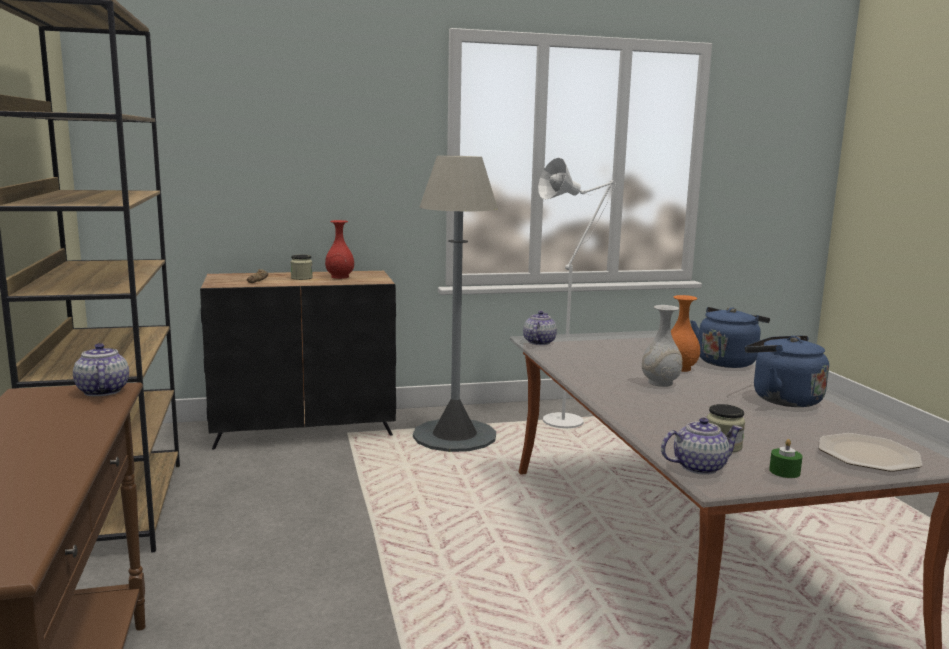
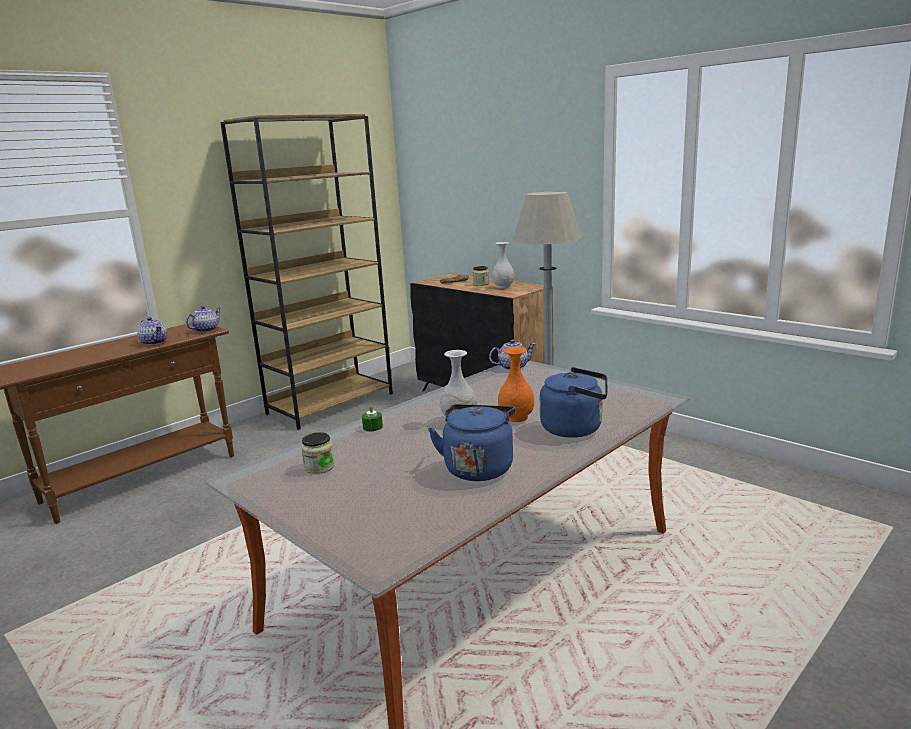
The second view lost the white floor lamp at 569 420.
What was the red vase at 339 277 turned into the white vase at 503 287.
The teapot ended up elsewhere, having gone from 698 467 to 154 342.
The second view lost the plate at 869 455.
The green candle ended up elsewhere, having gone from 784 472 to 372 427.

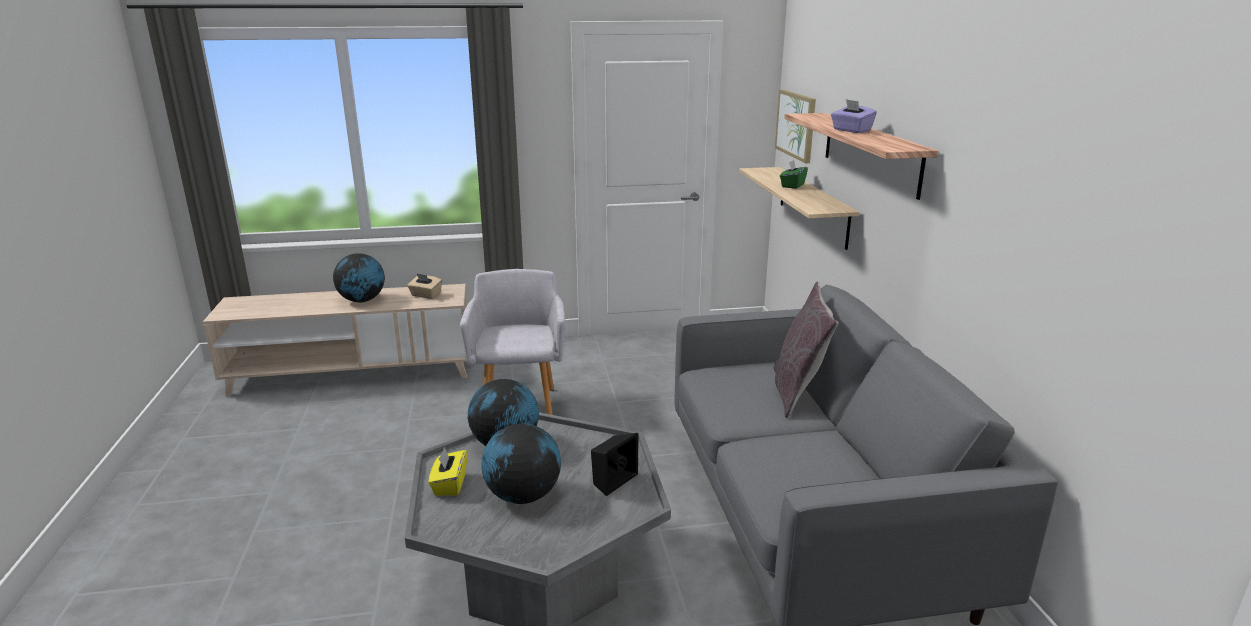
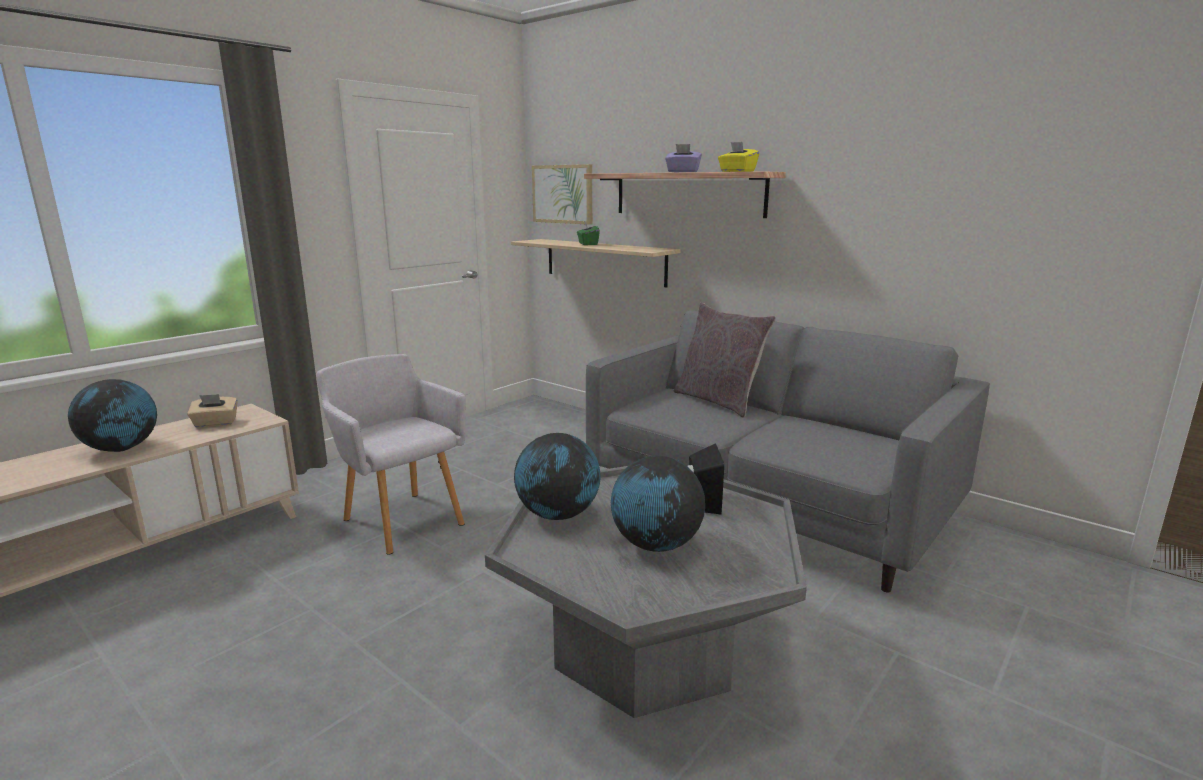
The yellow tissue box ended up elsewhere, having gone from 449 484 to 737 171.

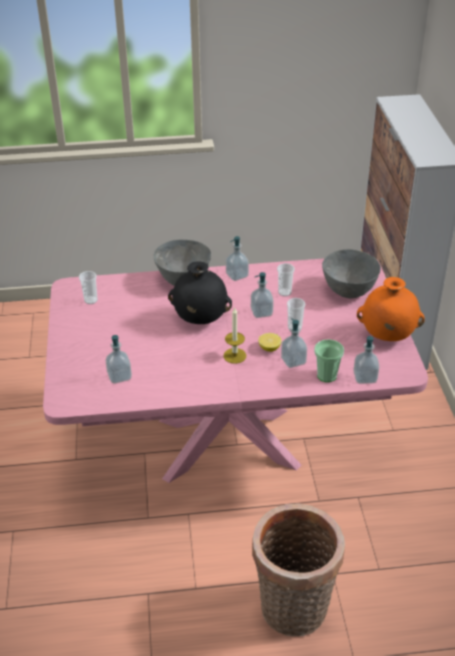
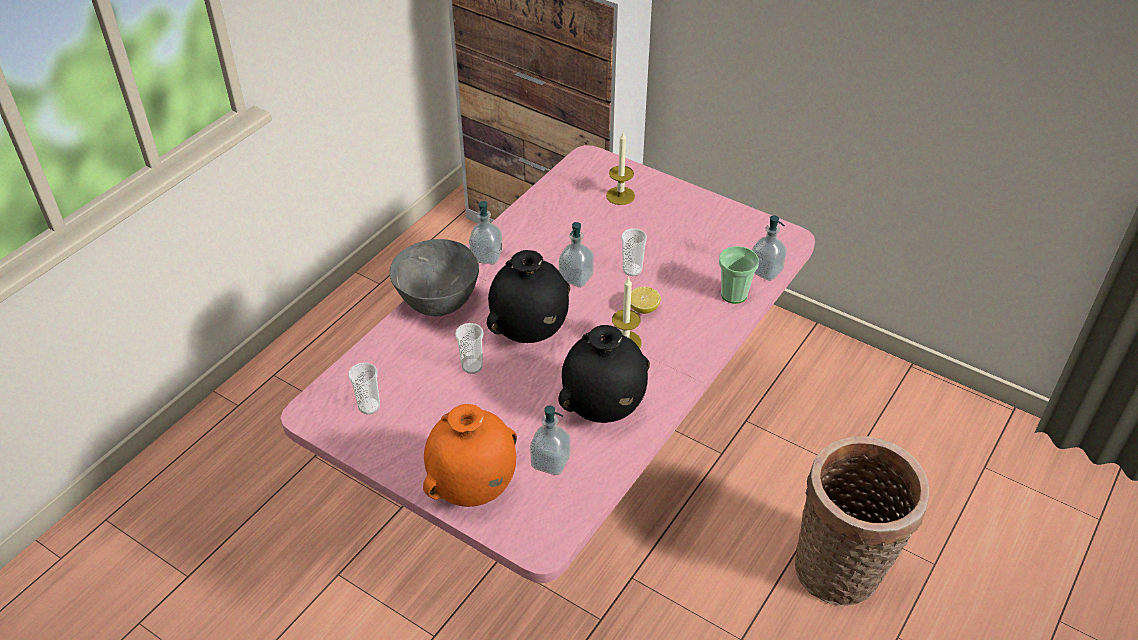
Where the grey bowl stood at 349 291, the candle came to stand at 620 196.
The cup ended up elsewhere, having gone from 284 292 to 472 366.
The orange vase ended up elsewhere, having gone from 387 336 to 472 489.
The second view lost the soap dispenser at 293 361.
The second view gained the black vase at 603 409.

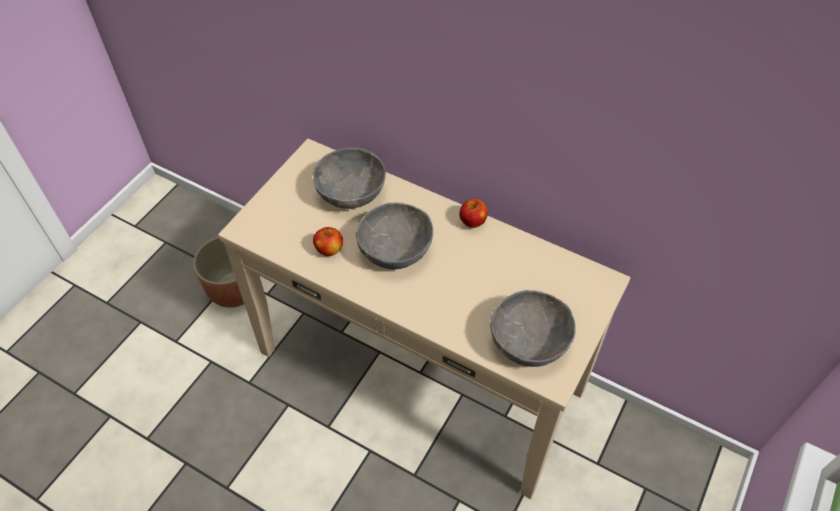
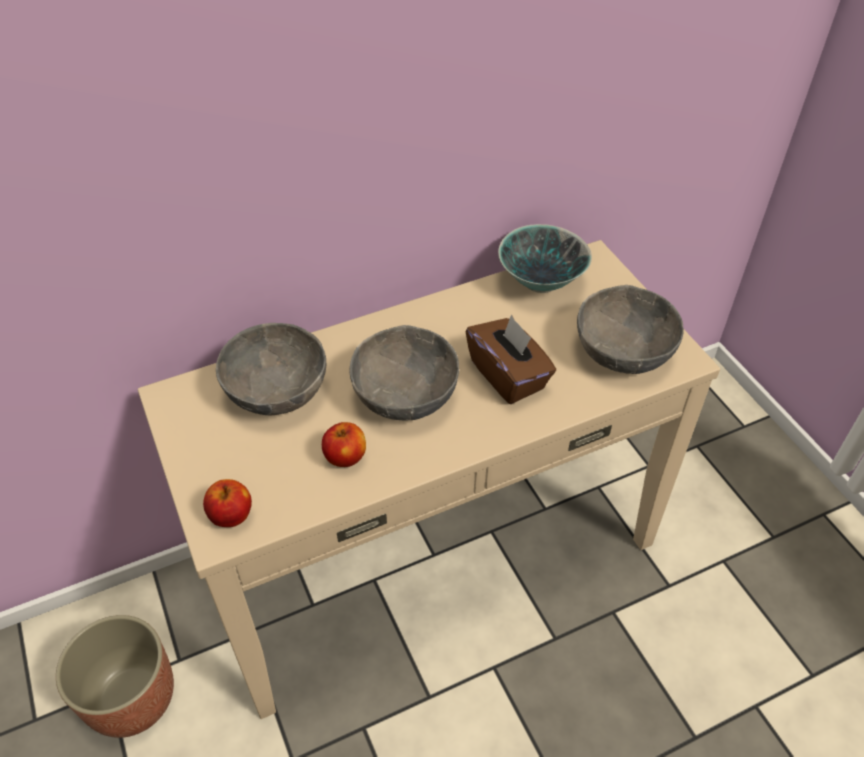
The apple ended up elsewhere, having gone from 472 222 to 231 516.
The second view gained the bowl at 540 283.
The second view gained the brown tissue box at 508 375.

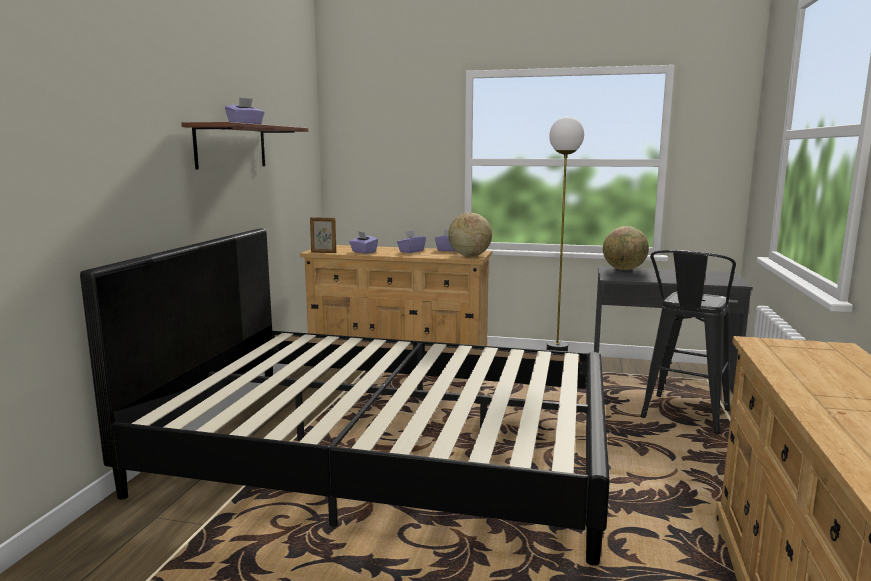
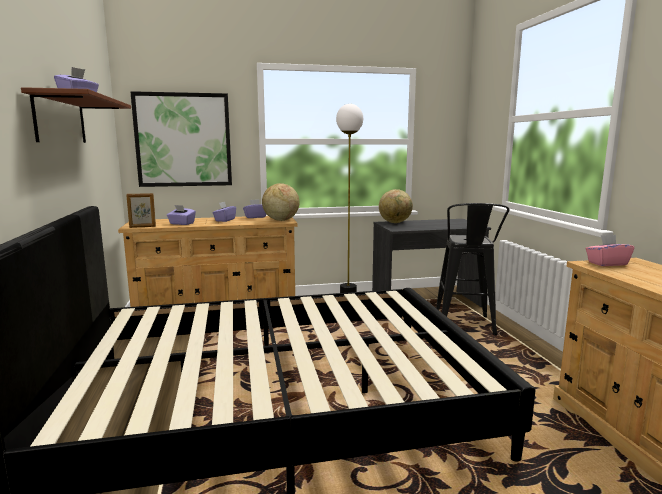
The second view gained the picture at 183 140.
The second view gained the pink tissue box at 607 263.

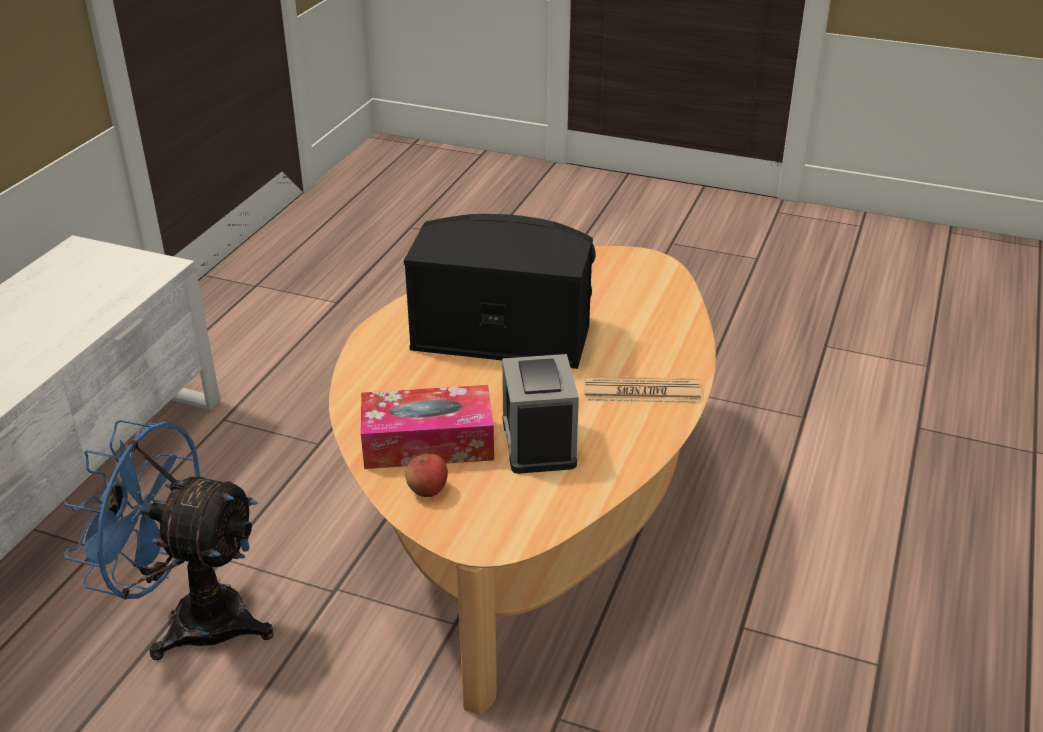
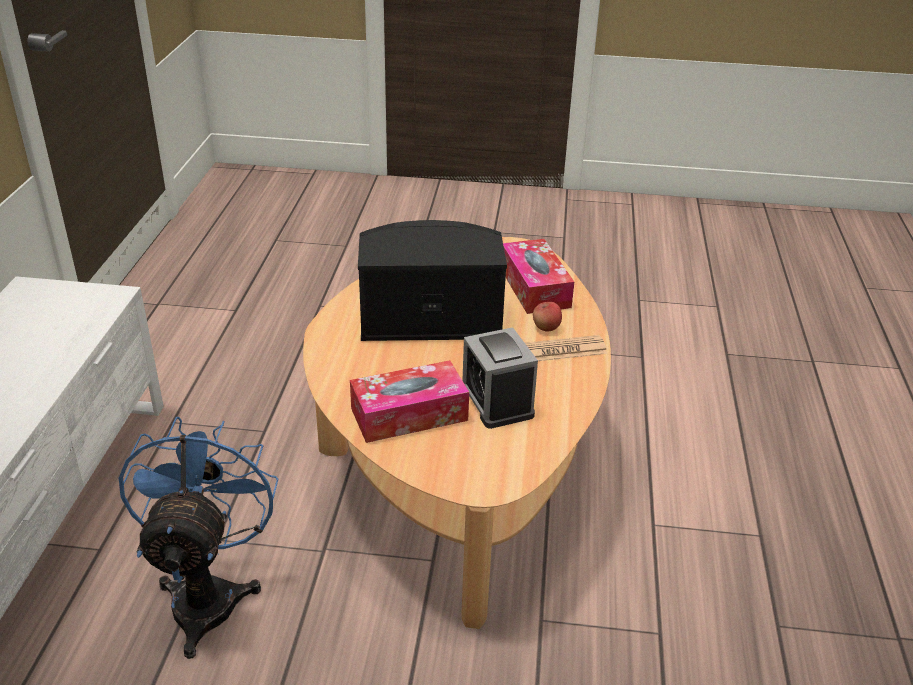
The blue fan at 192 618 ended up facing another way, 90 degrees clockwise from before.
The apple ended up elsewhere, having gone from 427 490 to 546 328.
The second view gained the tissue box at 534 287.

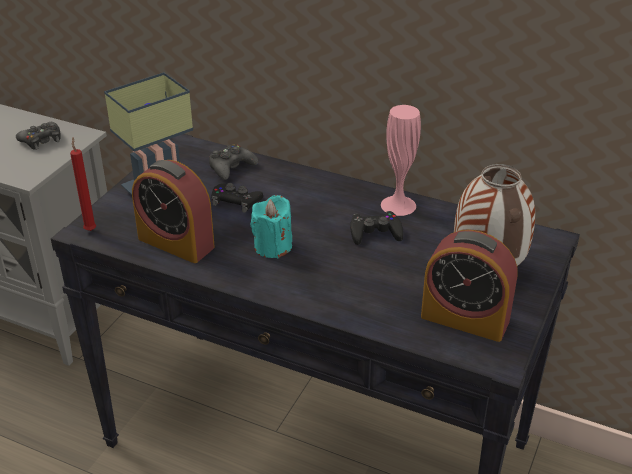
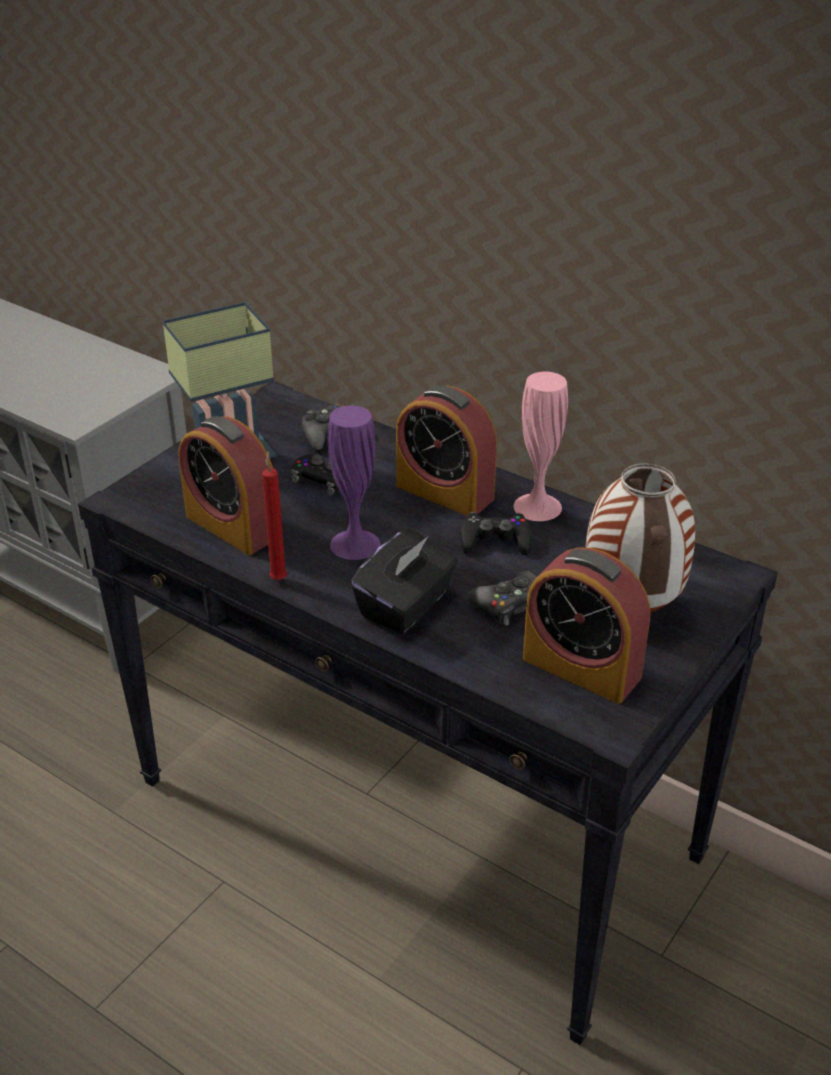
The black game controller ended up elsewhere, having gone from 41 140 to 510 605.
The red candle ended up elsewhere, having gone from 90 229 to 278 578.
Where the turquoise candle stood at 273 246, the purple vase came to stand at 355 544.
The second view gained the alarm clock at 445 492.
The second view gained the black tissue box at 406 605.

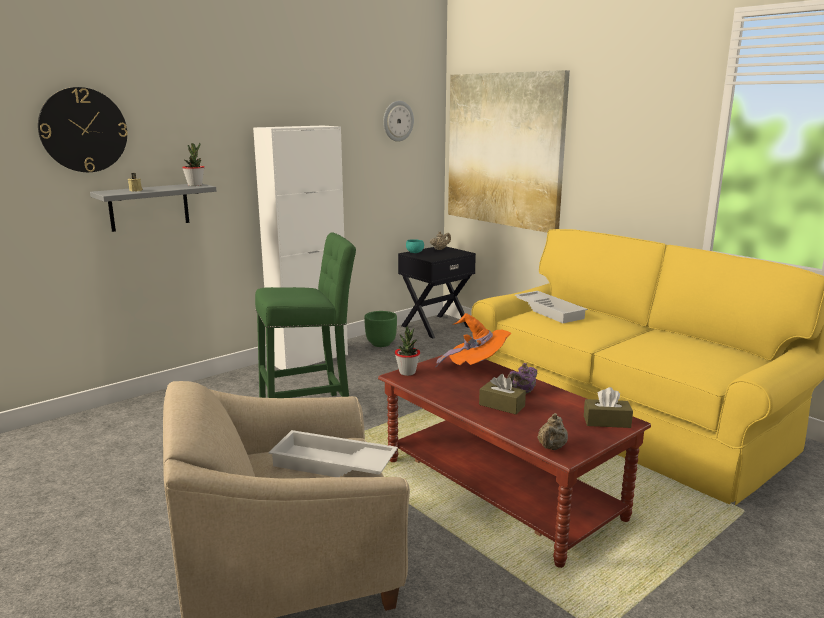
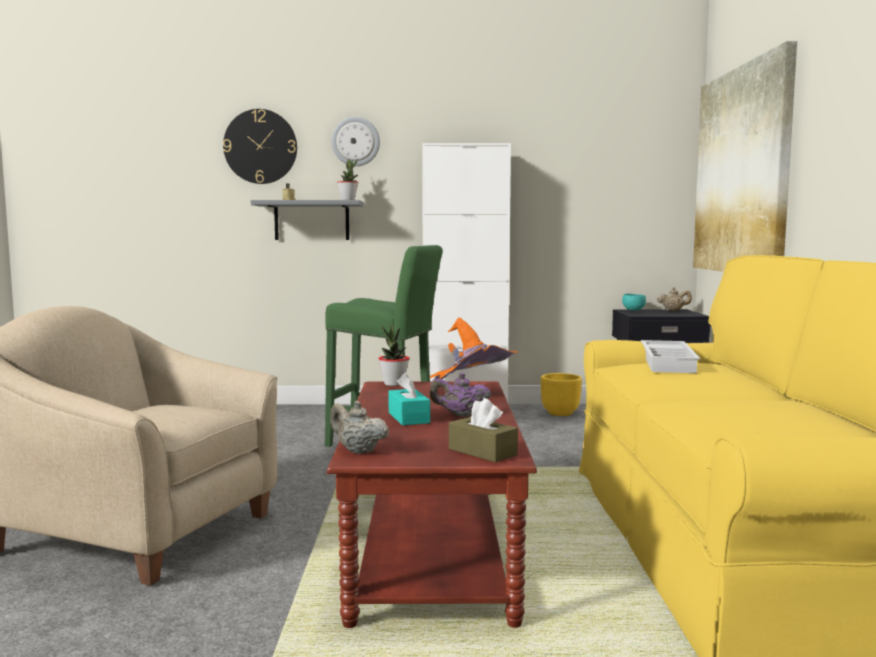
The wall clock ended up elsewhere, having gone from 397 121 to 355 141.
What was the green planter at 381 344 turned into the yellow planter at 560 413.
What was the brown tissue box at 501 405 turned into the turquoise tissue box at 408 418.
The beige teapot at 551 448 ended up facing another way, 60 degrees clockwise from before.
The second view lost the white tray at 332 464.

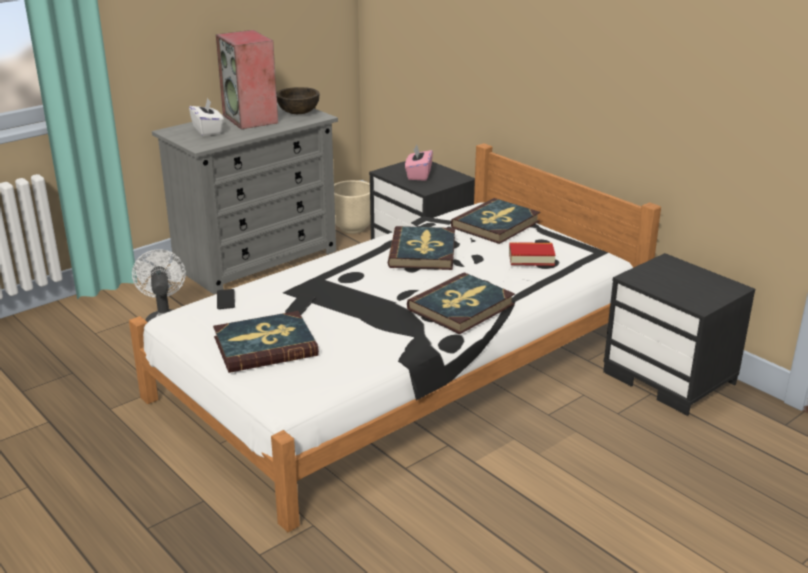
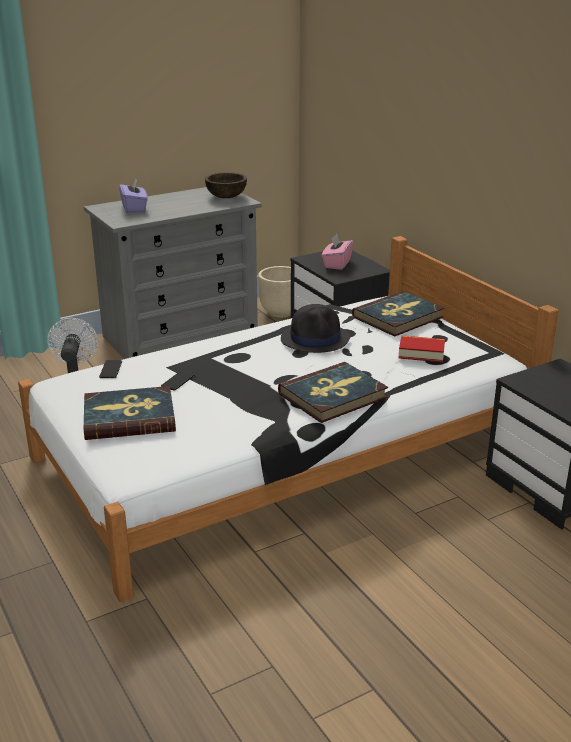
The second view lost the speaker at 251 119.
What was the white tissue box at 208 130 turned into the purple tissue box at 134 208.
Where the book stood at 423 252, the black hat came to stand at 316 339.

